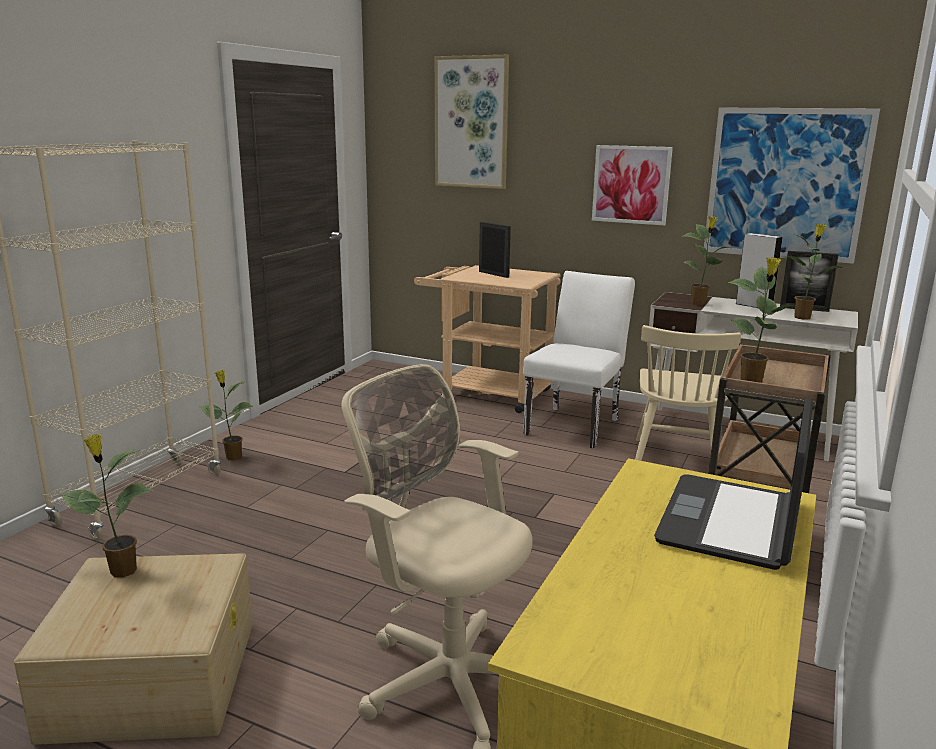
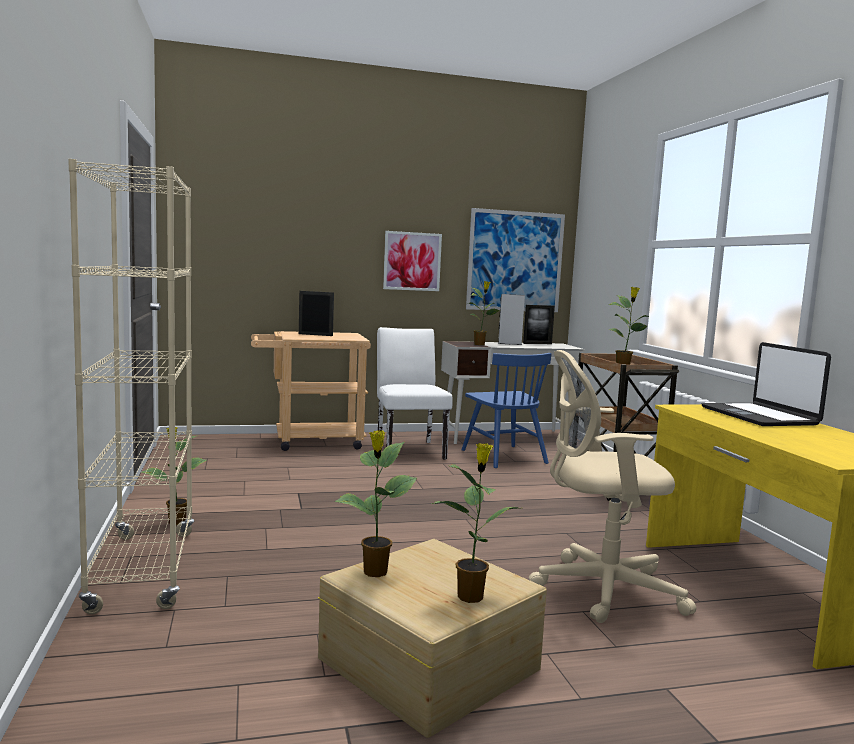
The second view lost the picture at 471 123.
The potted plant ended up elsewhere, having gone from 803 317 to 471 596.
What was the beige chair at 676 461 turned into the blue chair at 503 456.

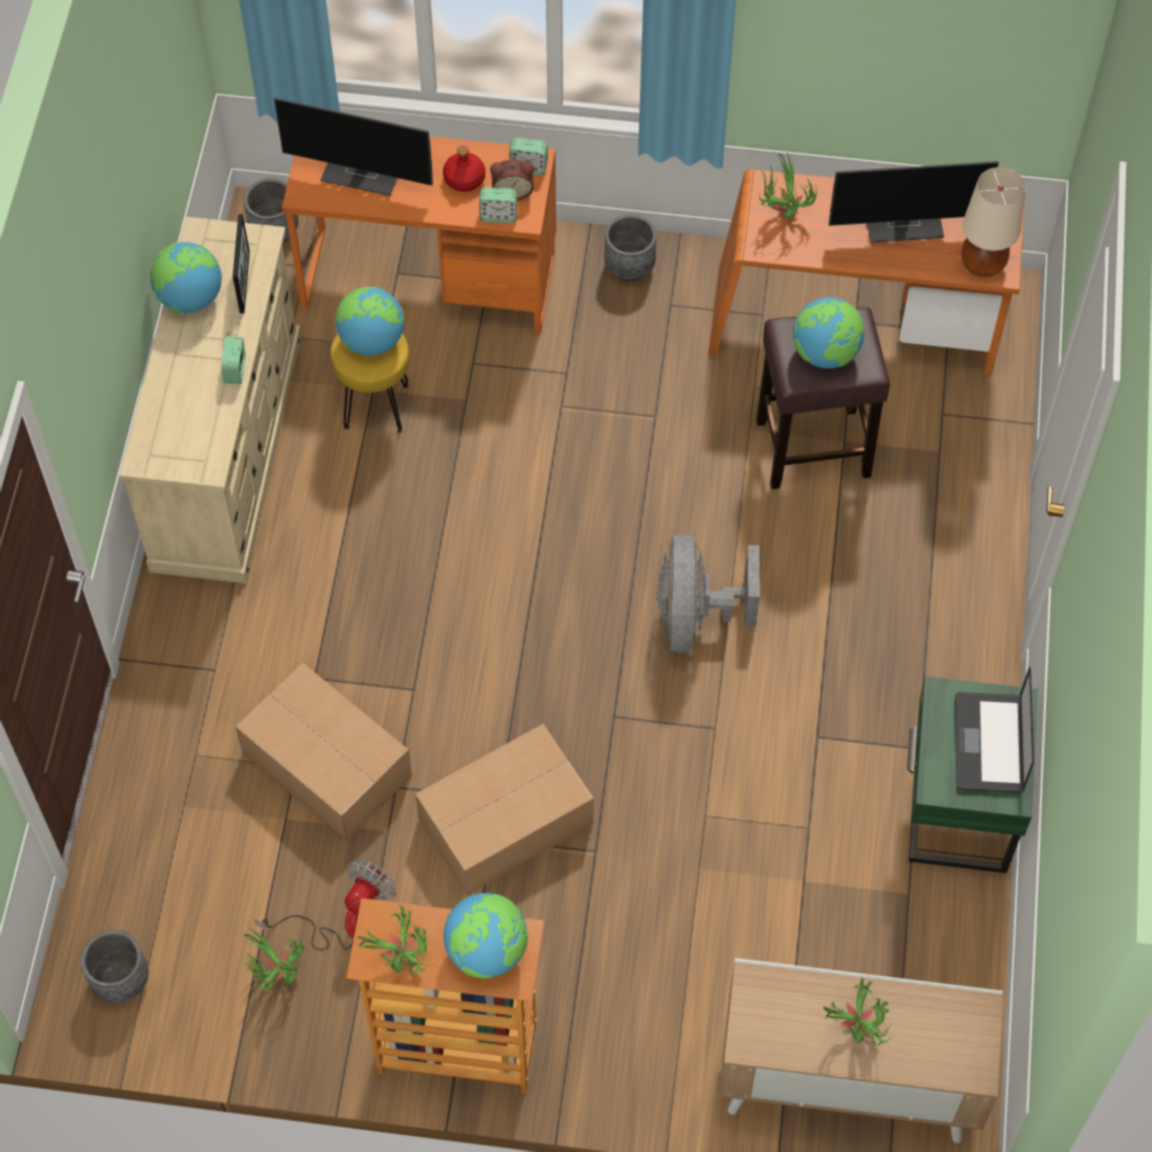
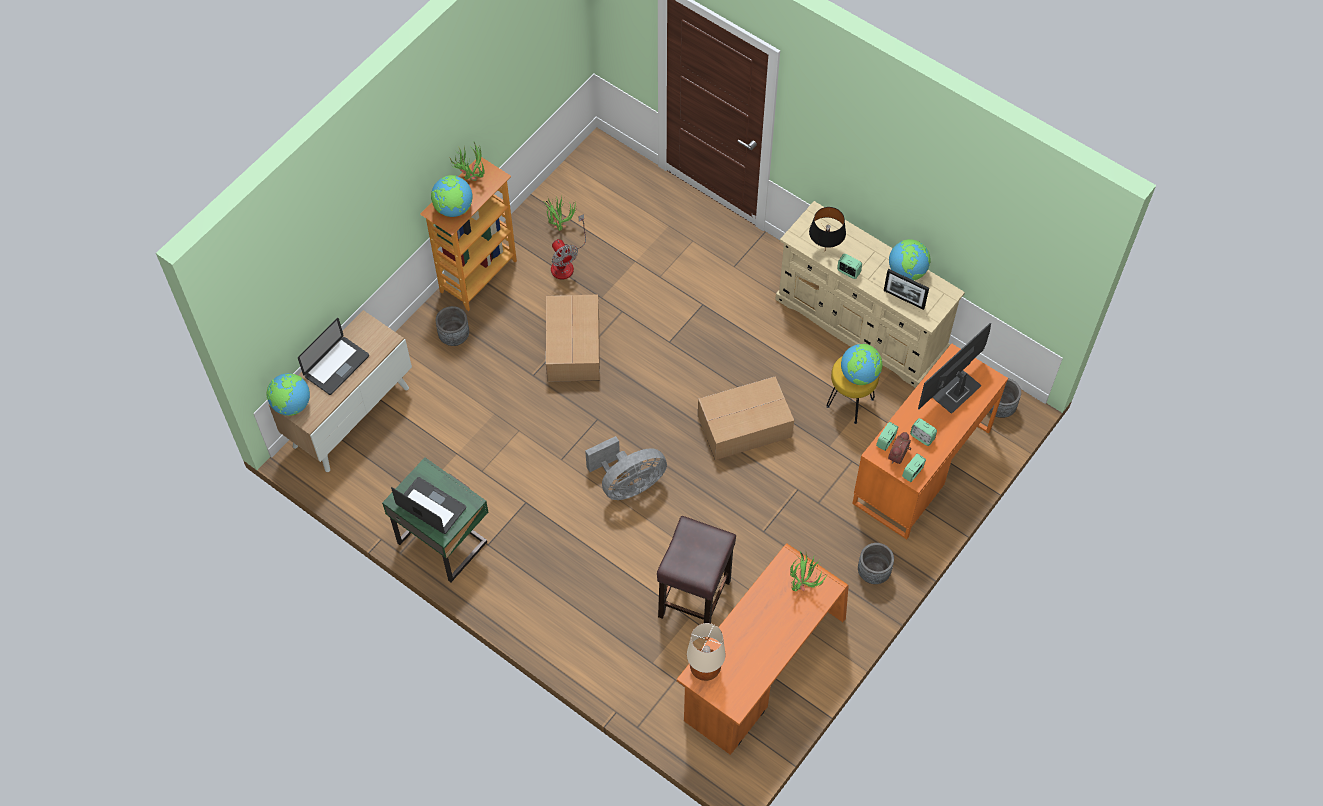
Where the red bottle stood at 464 178, the alarm clock came to stand at 922 437.
The second view lost the monitor at 905 222.
The globe ended up elsewhere, having gone from 826 354 to 291 405.
The grey fan at 695 618 ended up facing another way, 120 degrees clockwise from before.
The cardboard box ended up elsewhere, having gone from 326 762 to 746 426.
The grey planter ended up elsewhere, having gone from 120 980 to 454 336.
Where the potted plant stood at 856 1033, the laptop came to stand at 336 366.
The second view gained the black table lamp at 824 251.

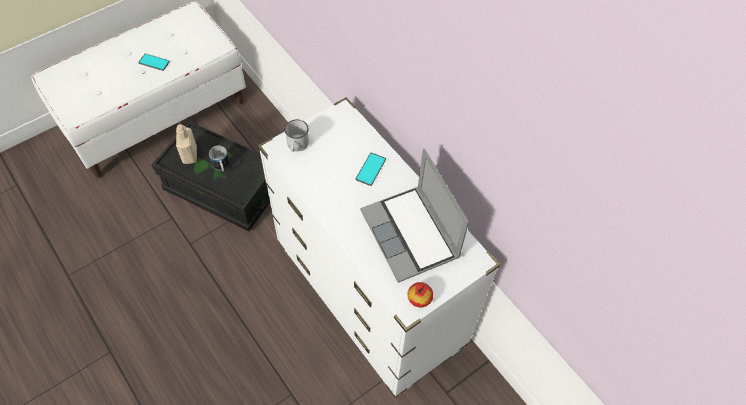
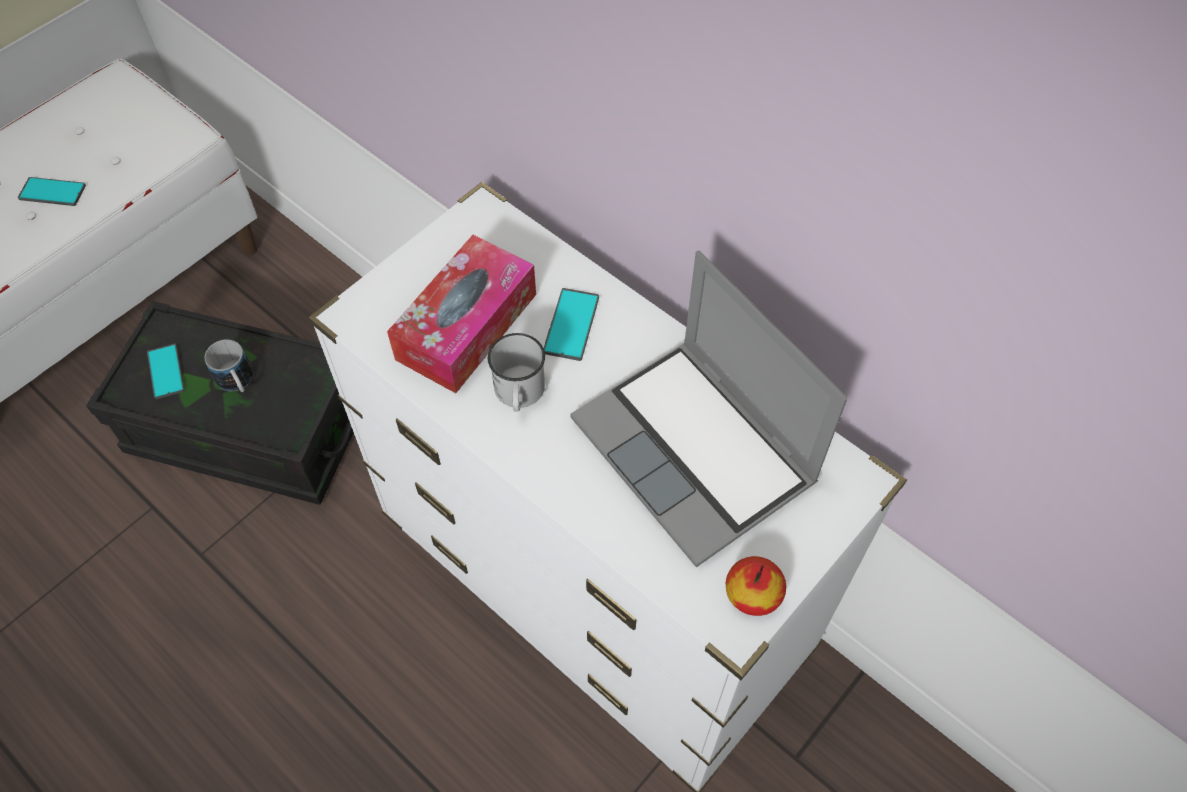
The white mug ended up elsewhere, having gone from 297 146 to 519 394.
Where the beige bottle stood at 190 155, the phone came to stand at 166 372.
The second view gained the tissue box at 466 326.

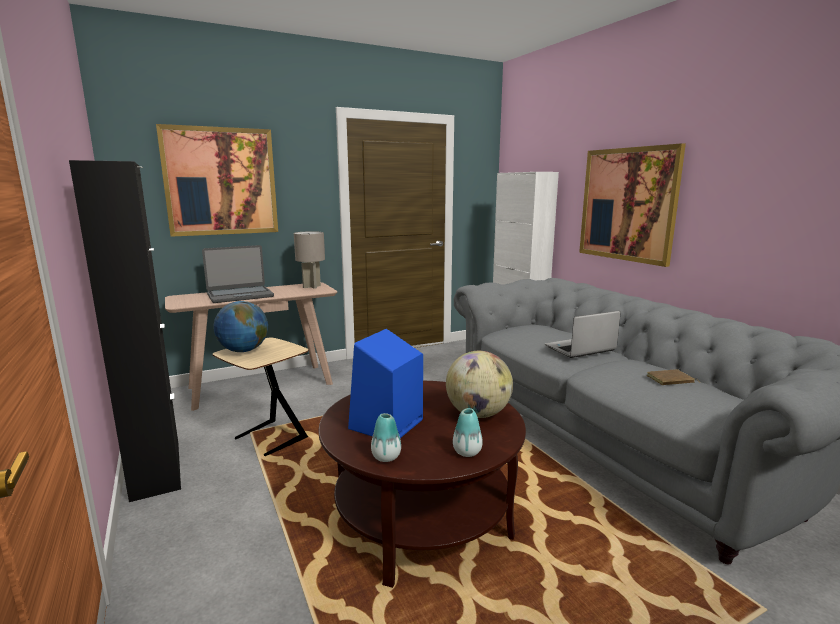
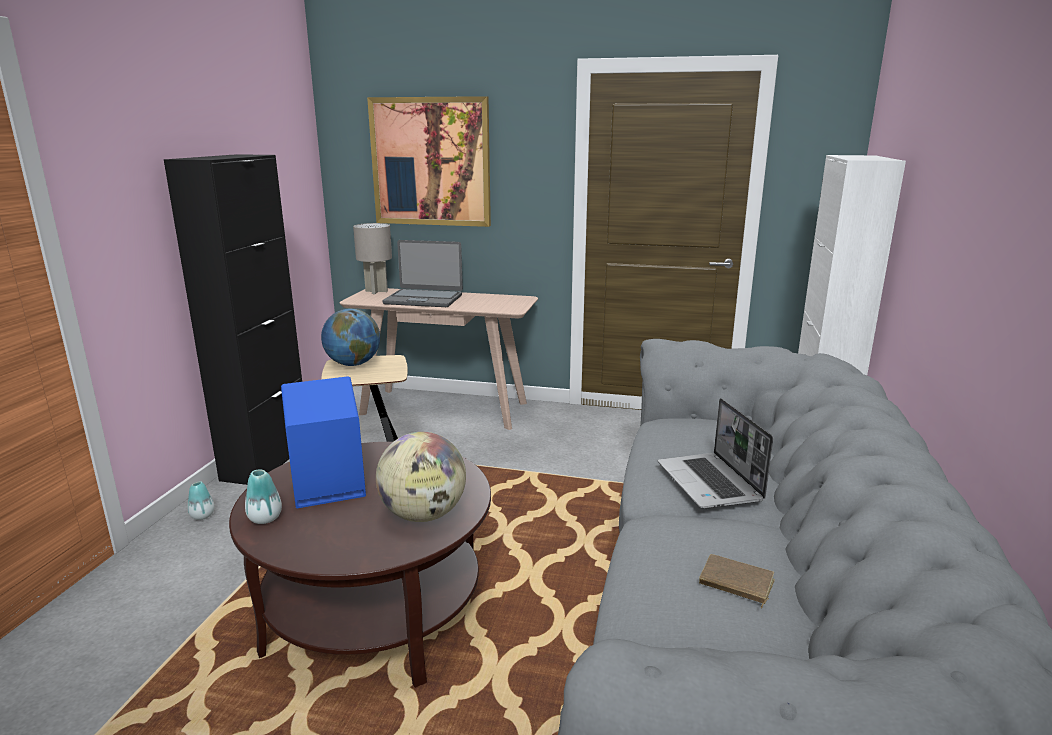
The second view lost the picture at 627 204.
The grey table lamp ended up elsewhere, having gone from 311 287 to 376 291.
The laptop at 580 349 ended up facing another way, 120 degrees counterclockwise from before.
The vase ended up elsewhere, having gone from 467 452 to 202 516.

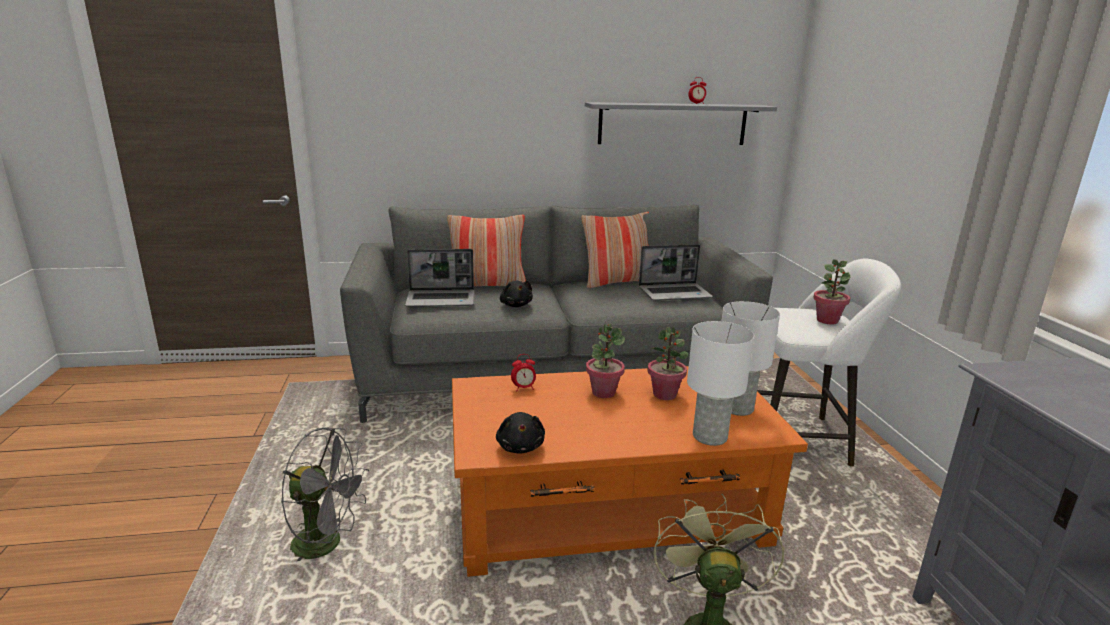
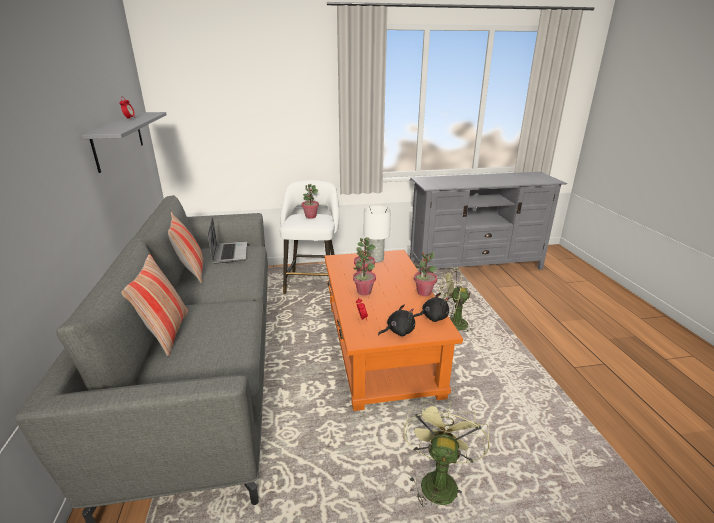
The second view lost the laptop at 442 300.
The black plush toy ended up elsewhere, having gone from 516 305 to 398 331.
The second view lost the white table lamp at 710 437.
What was the grey fan at 327 544 turned into the green fan at 438 480.
The second view gained the potted plant at 424 292.

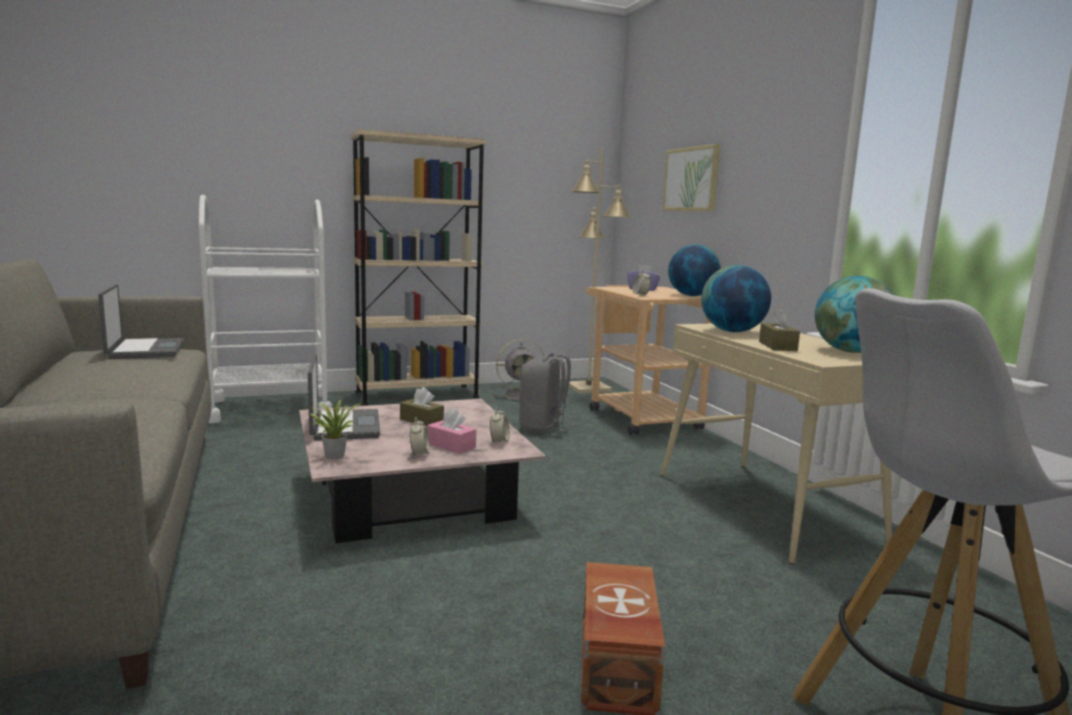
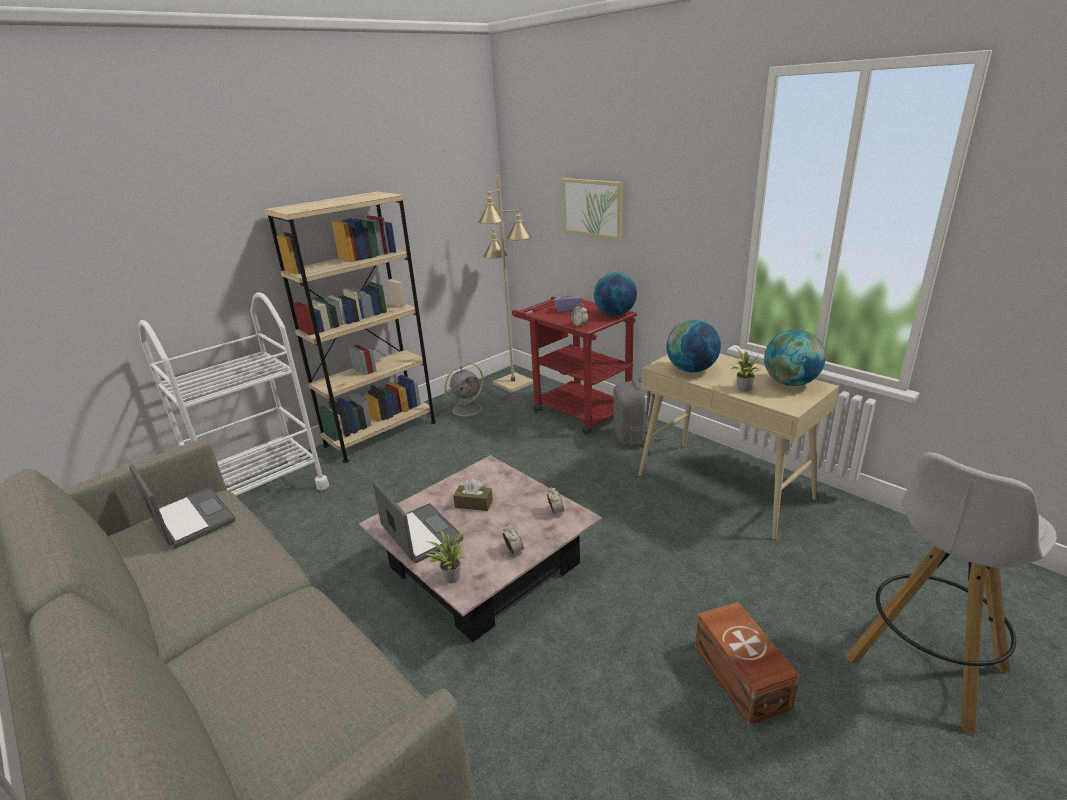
What was the beige cart at 638 416 turned into the red cart at 575 409.
Where the brown tissue box stood at 777 346, the potted plant came to stand at 742 389.
The grey backpack ended up elsewhere, having gone from 543 427 to 633 437.
The second view lost the pink tissue box at 451 445.

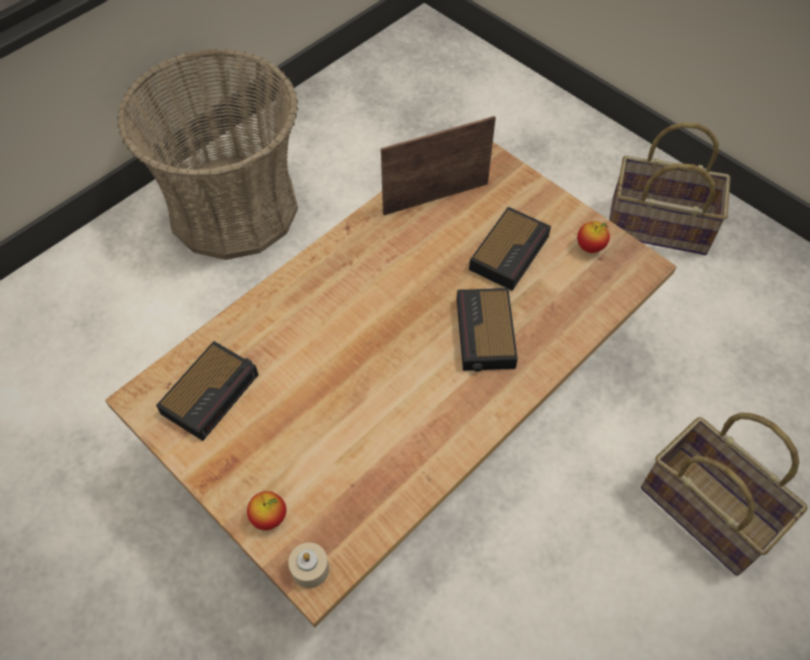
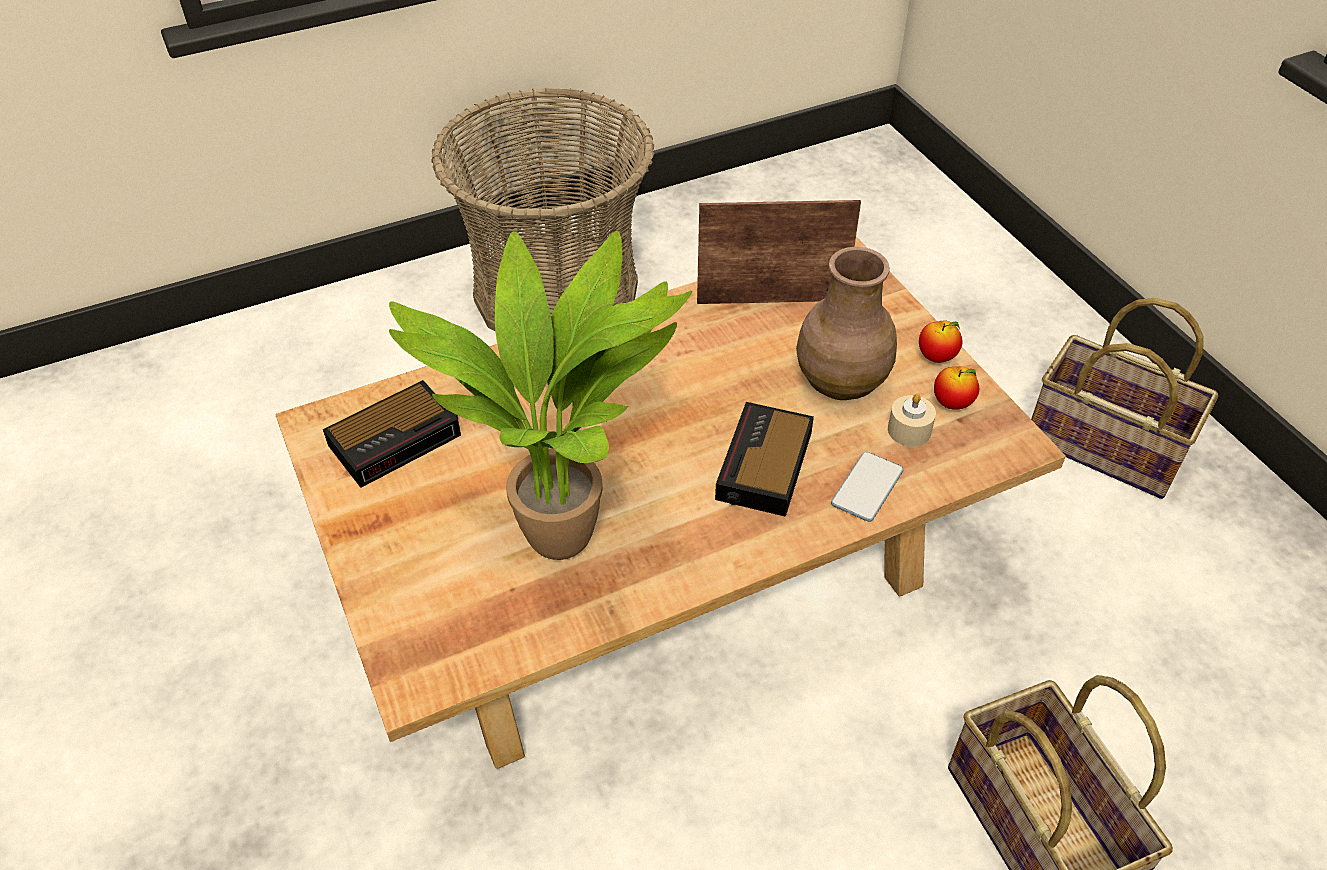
Where the alarm clock stood at 510 251, the brown vase came to stand at 841 382.
The apple ended up elsewhere, having gone from 269 517 to 936 357.
The beige candle ended up elsewhere, having gone from 310 569 to 909 430.
The second view gained the potted plant at 566 530.
The second view gained the phone at 867 487.

